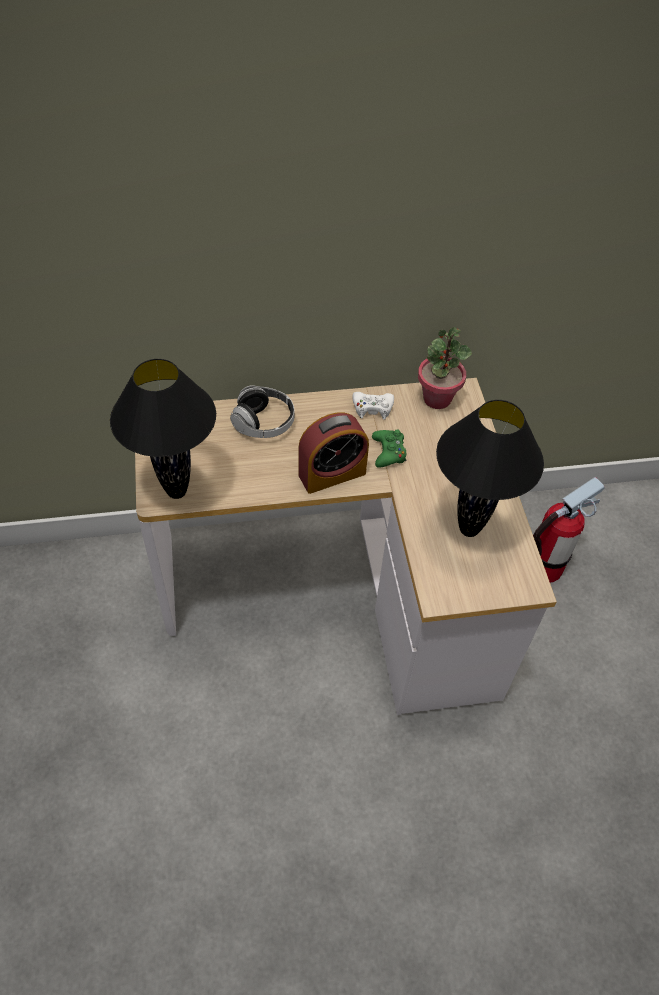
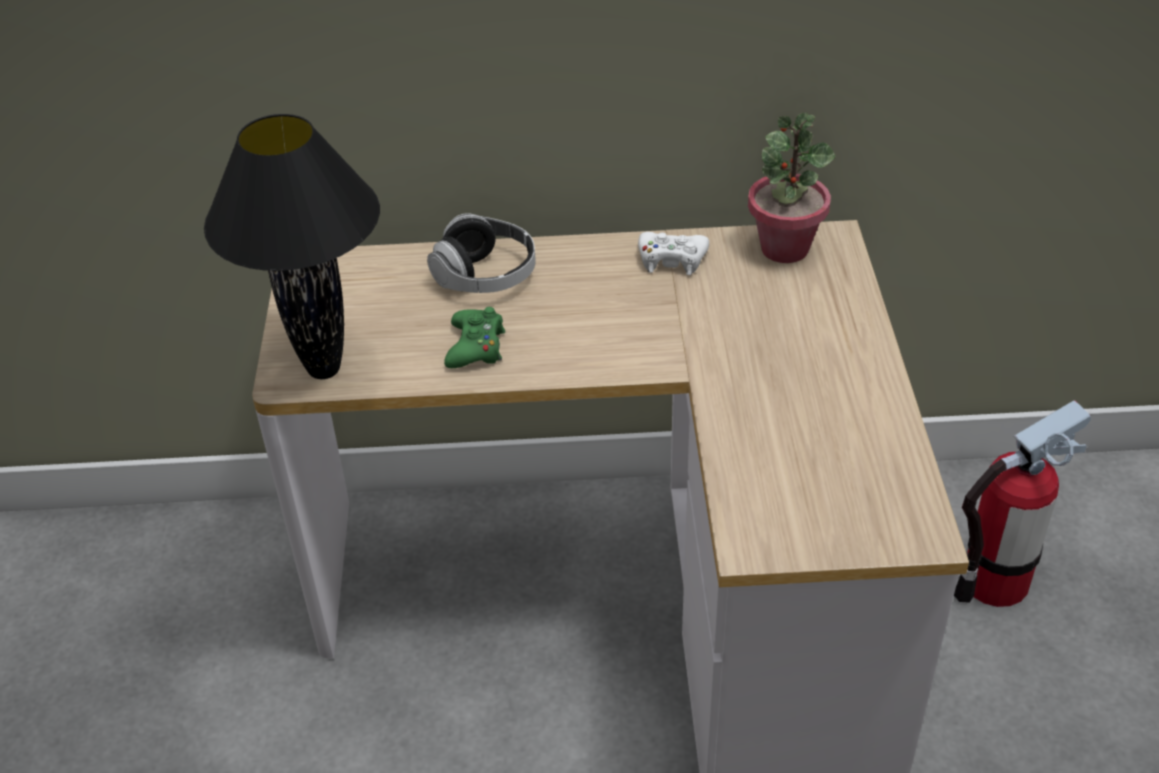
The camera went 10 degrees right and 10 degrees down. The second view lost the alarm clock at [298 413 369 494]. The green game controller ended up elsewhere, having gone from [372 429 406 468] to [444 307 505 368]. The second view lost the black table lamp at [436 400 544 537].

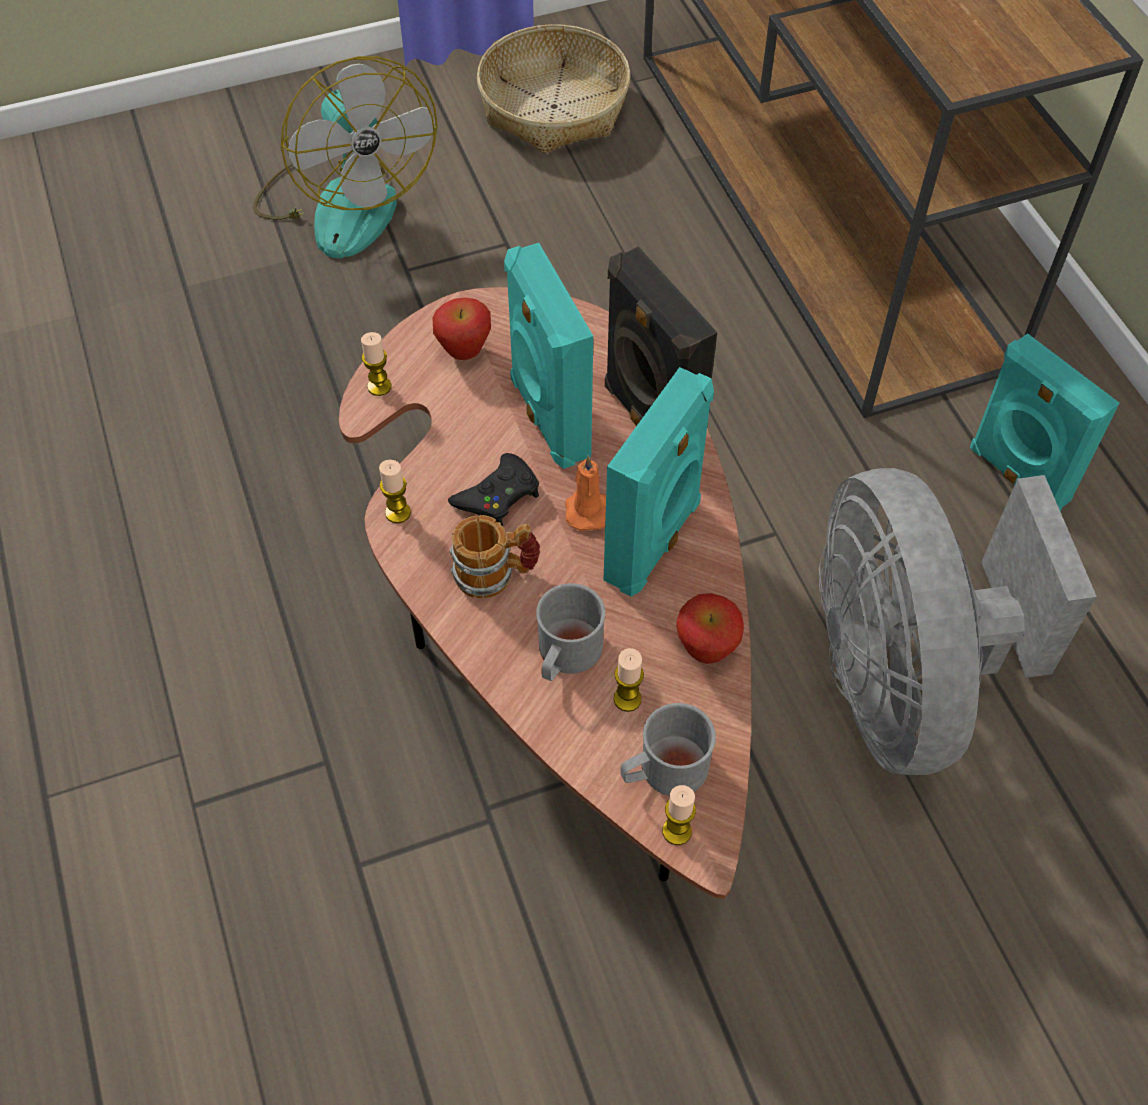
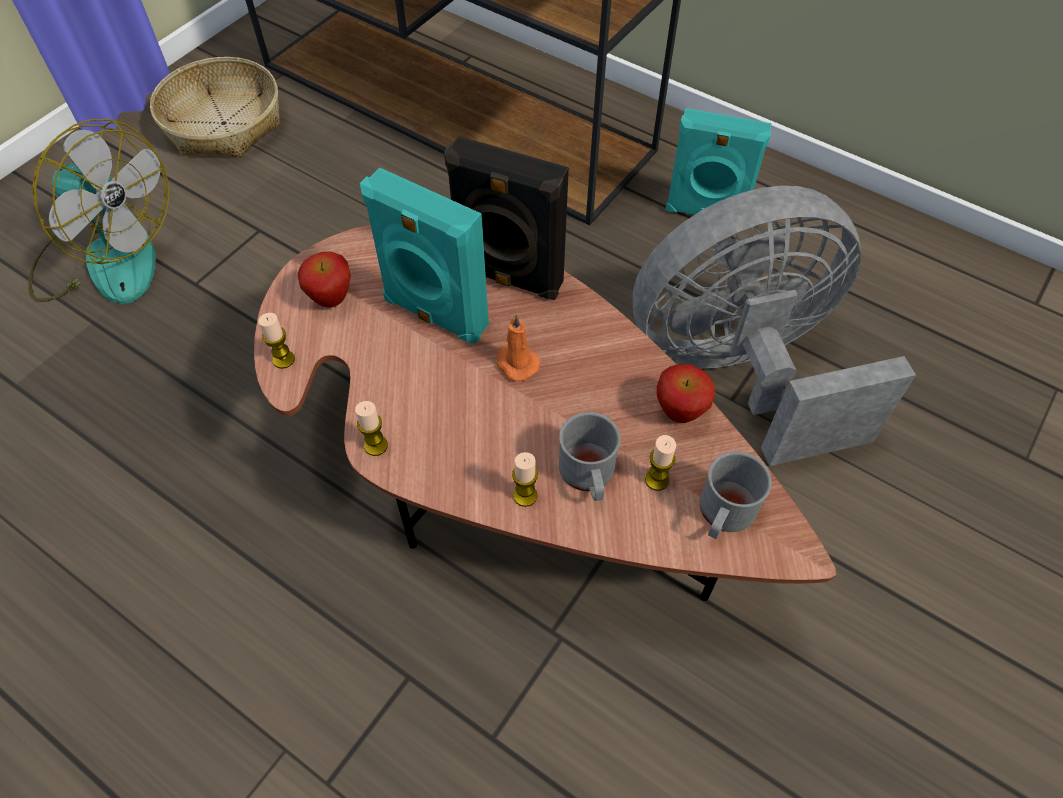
The camera went 35 degrees left and 0 degrees up. The second view lost the black game controller at [448 453 539 526]. The second view lost the mug at [450 515 540 599]. The second view lost the turquoise speaker at [603 367 714 597]. The candle ended up elsewhere, having gone from [663 785 696 845] to [512 452 538 507]. The grey fan at [819 468 1097 775] ended up facing another way, 120 degrees clockwise from before.

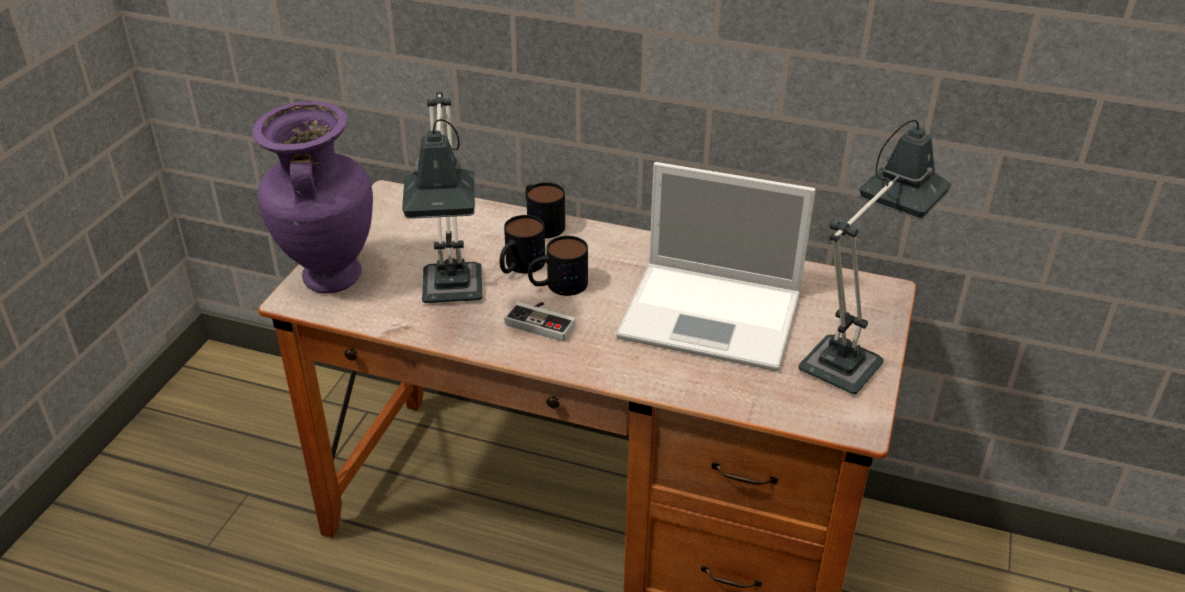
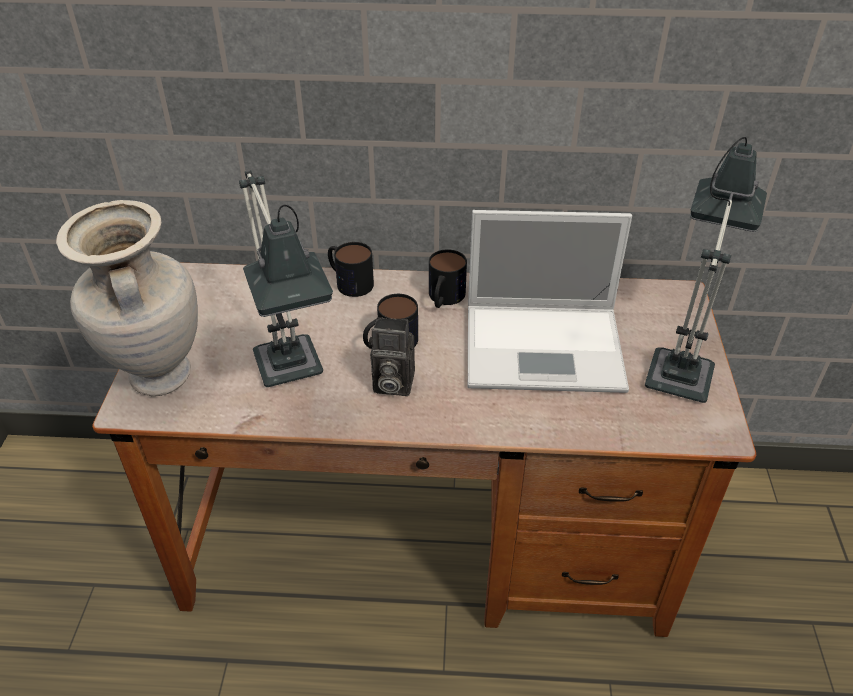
The camera went 15 degrees left and 5 degrees up. What was the purple vase at [252 101 373 294] turned into the beige vase at [56 200 198 396]. The mug ended up elsewhere, having gone from [500 215 545 274] to [429 249 467 308]. Where the game controller stood at [504 302 576 342], the photo camera came to stand at [369 317 415 396].

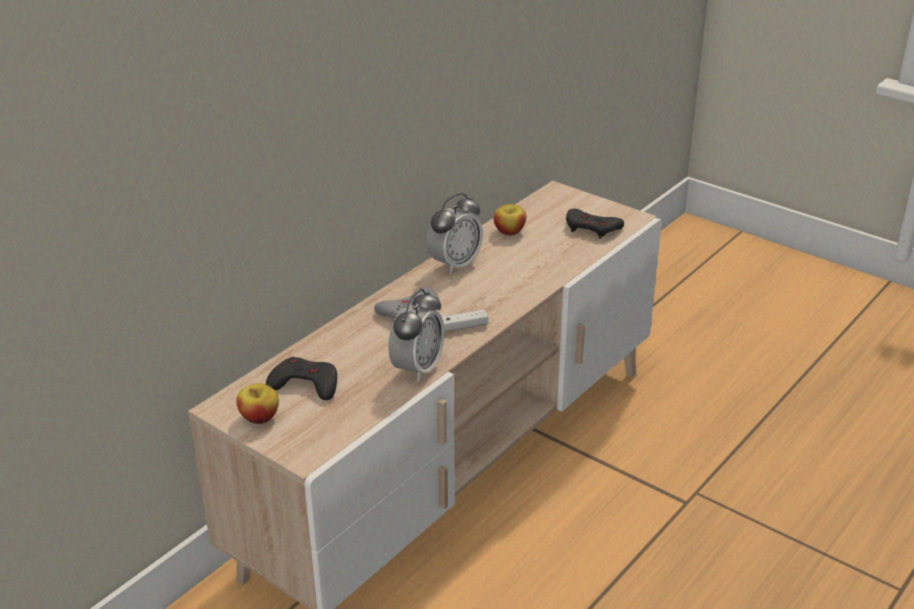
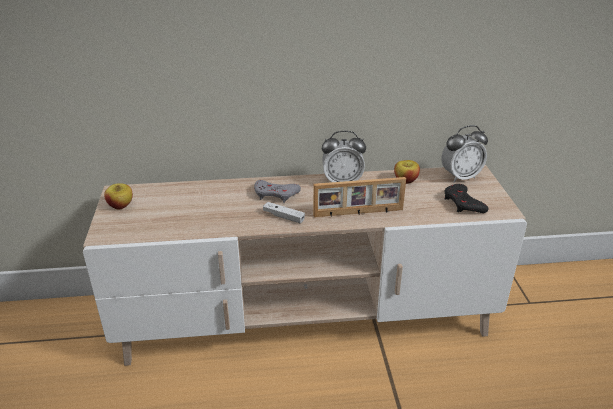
The camera went 45 degrees right and 0 degrees up. The second view lost the black game controller at [266 357 337 400]. The alarm clock ended up elsewhere, having gone from [388 289 444 382] to [441 125 488 182]. The second view gained the picture frame at [313 177 406 217].

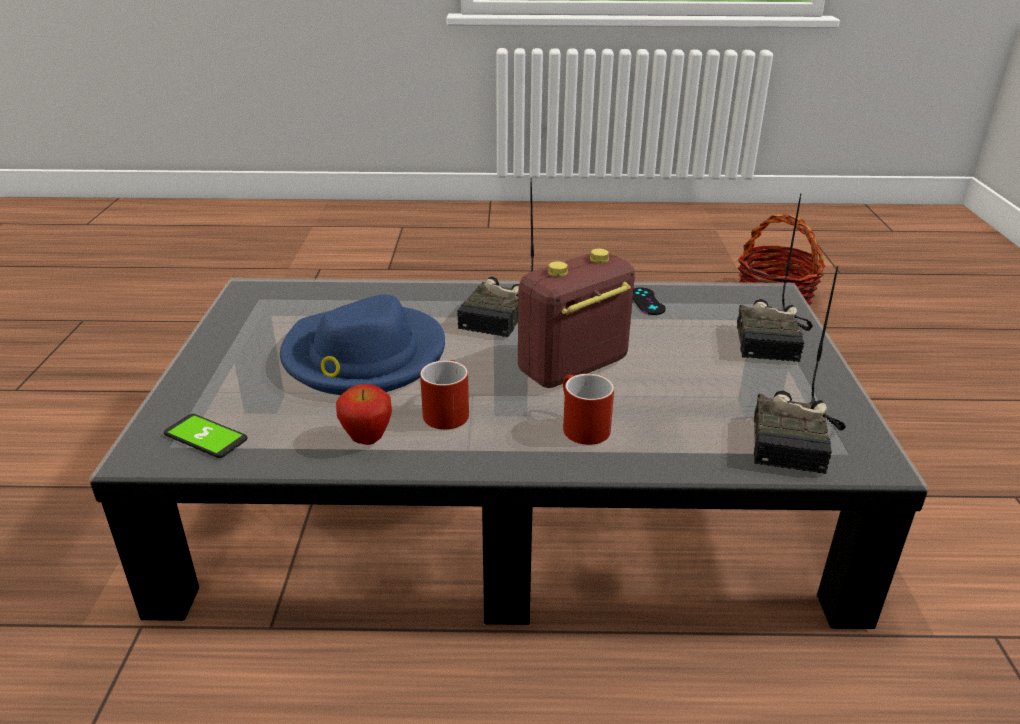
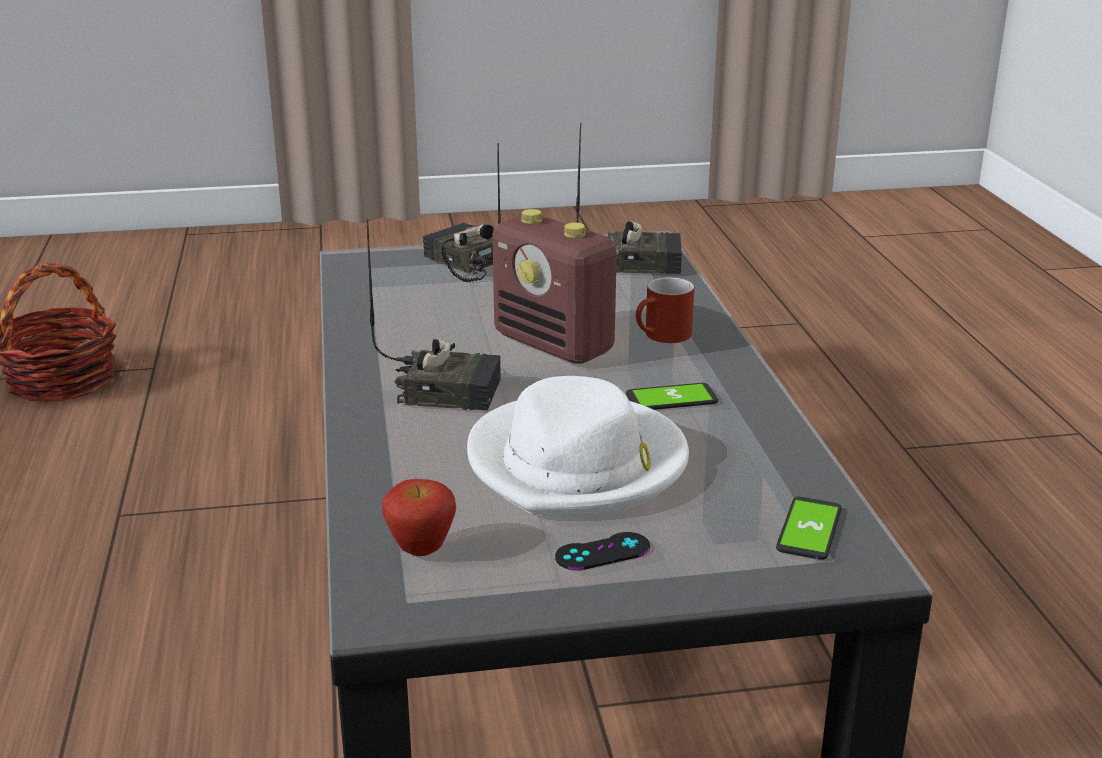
The camera went 100 degrees left and 5 degrees down. What was the blue hat at [280 294 445 395] turned into the white hat at [467 376 689 516]. The apple ended up elsewhere, having gone from [336 384 392 445] to [382 479 456 556]. Where the red mug stood at [420 360 469 430], the phone came to stand at [626 383 718 410]. The black game controller ended up elsewhere, having gone from [633 287 666 315] to [555 532 650 570]. The radio at [737 194 813 362] ended up facing another way, 135 degrees counterclockwise from before.

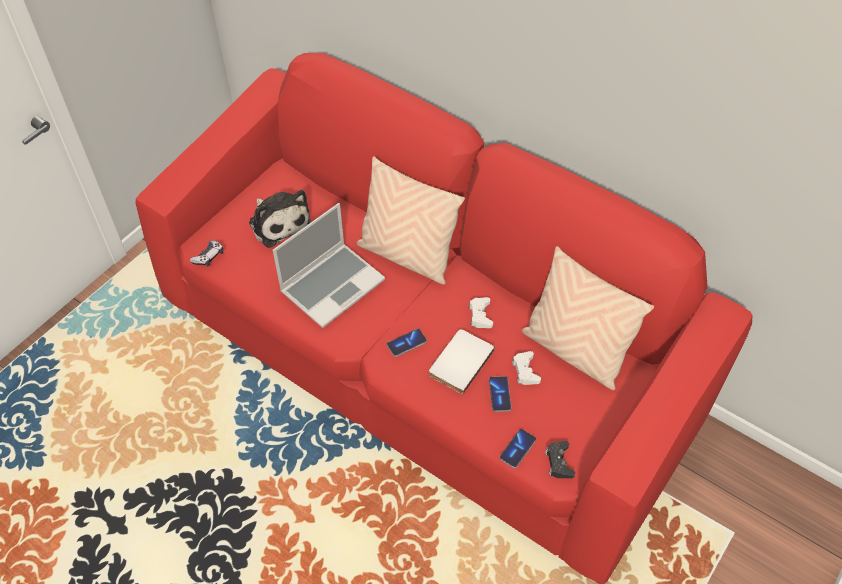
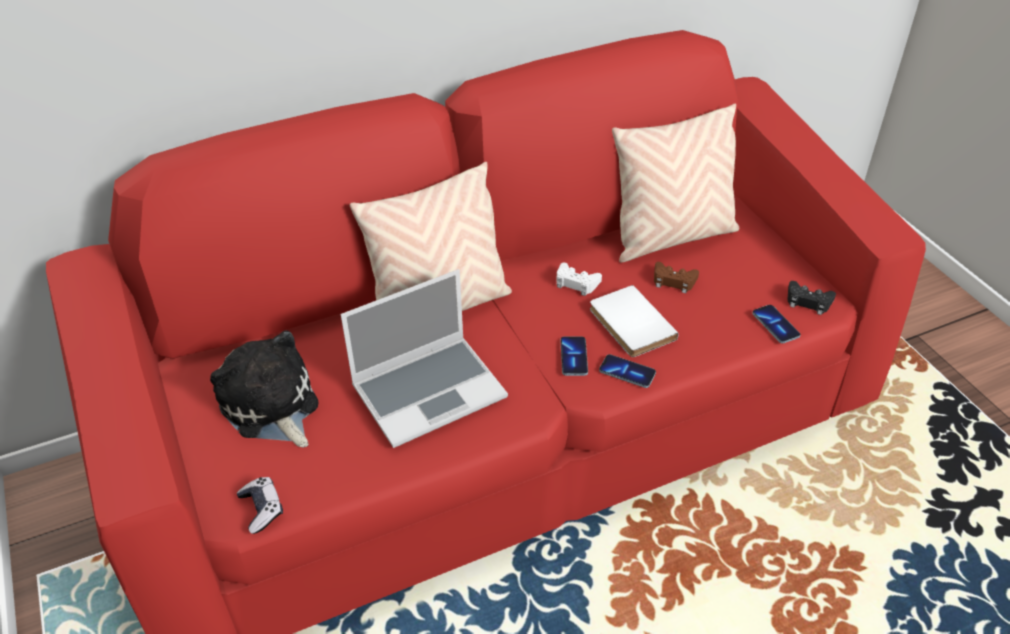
The camera went 60 degrees left and 10 degrees down. The plush toy at [249 190 311 248] ended up facing another way, 120 degrees counterclockwise from before. The laptop at [273 203 385 328] ended up facing another way, 75 degrees clockwise from before. The phone ended up elsewhere, having gone from [489 376 512 412] to [599 354 656 388]. What was the white game controller at [512 351 541 385] turned into the brown game controller at [654 262 699 293].

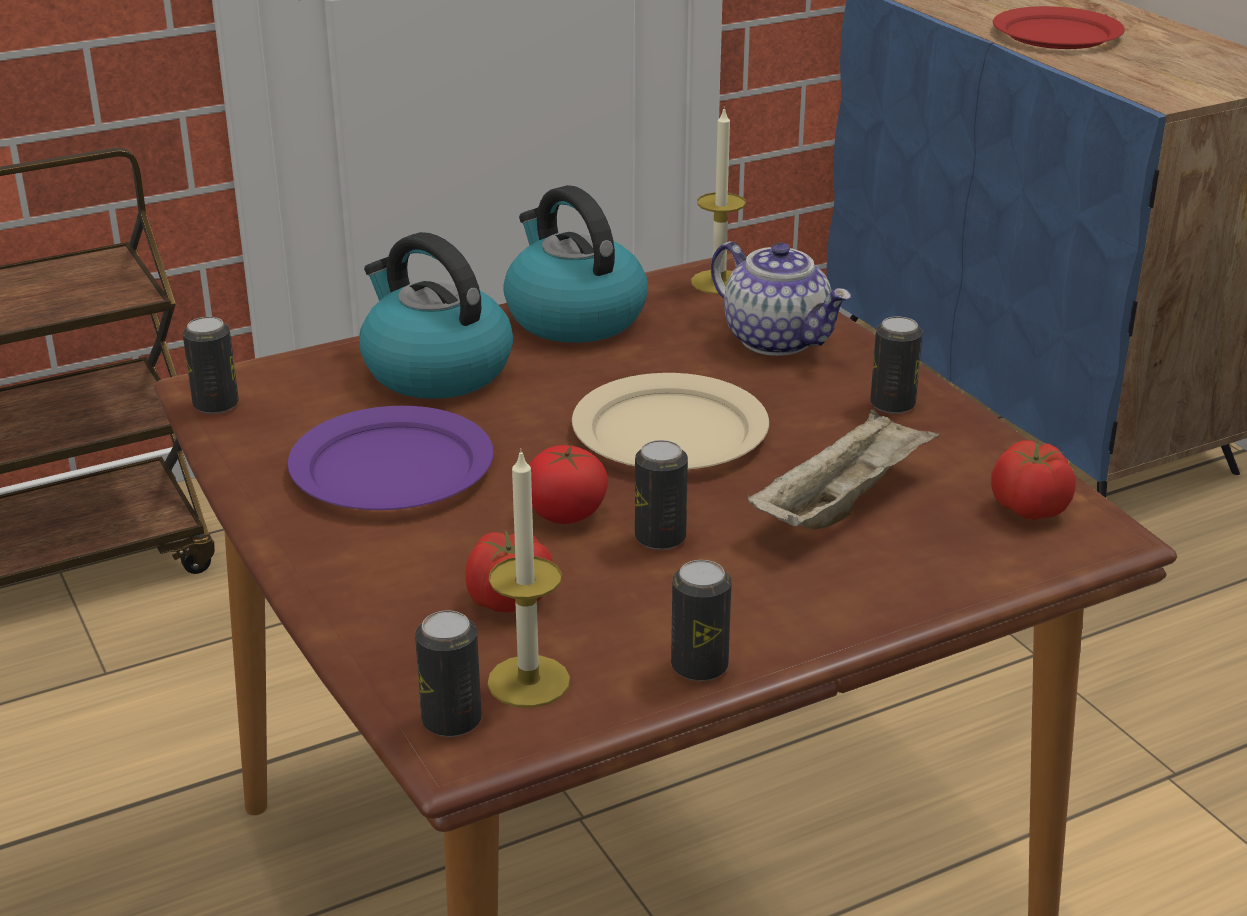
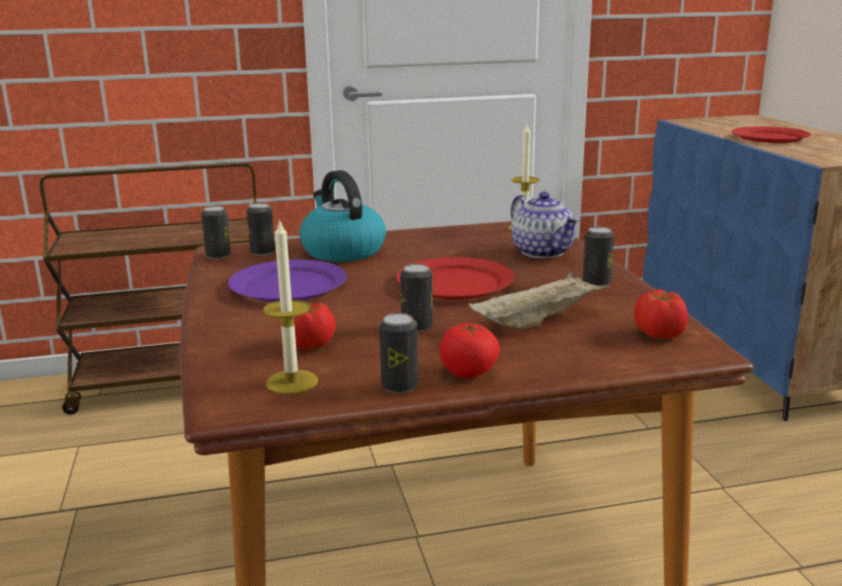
The camera went 15 degrees right and 10 degrees down. The can ended up elsewhere, having gone from [415 610 482 737] to [247 203 275 256]. The second view lost the kettle at [503 185 648 343]. The tomato ended up elsewhere, having gone from [529 445 608 524] to [440 323 500 378]. What was the beige plate at [572 373 769 469] turned into the red plate at [396 257 514 300].

